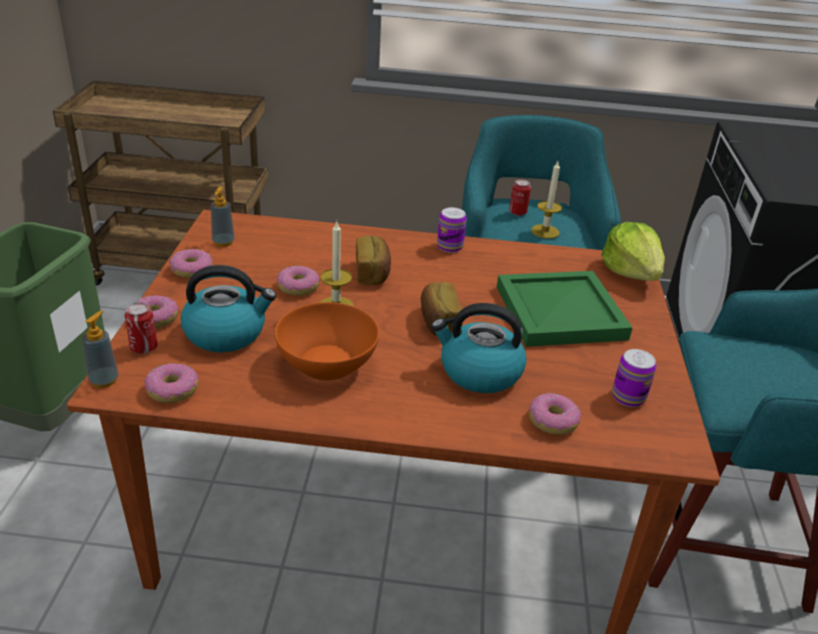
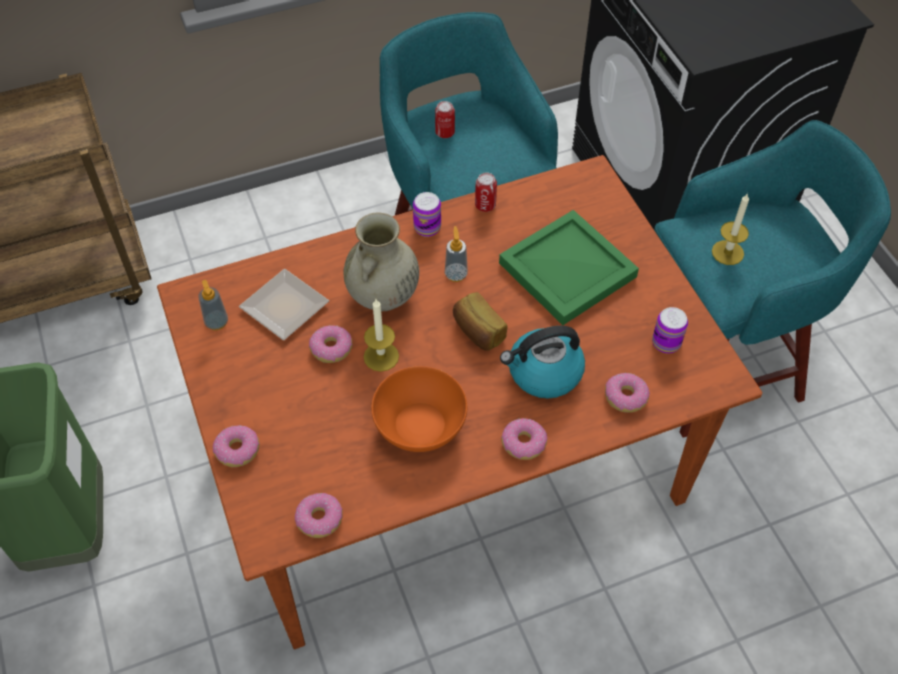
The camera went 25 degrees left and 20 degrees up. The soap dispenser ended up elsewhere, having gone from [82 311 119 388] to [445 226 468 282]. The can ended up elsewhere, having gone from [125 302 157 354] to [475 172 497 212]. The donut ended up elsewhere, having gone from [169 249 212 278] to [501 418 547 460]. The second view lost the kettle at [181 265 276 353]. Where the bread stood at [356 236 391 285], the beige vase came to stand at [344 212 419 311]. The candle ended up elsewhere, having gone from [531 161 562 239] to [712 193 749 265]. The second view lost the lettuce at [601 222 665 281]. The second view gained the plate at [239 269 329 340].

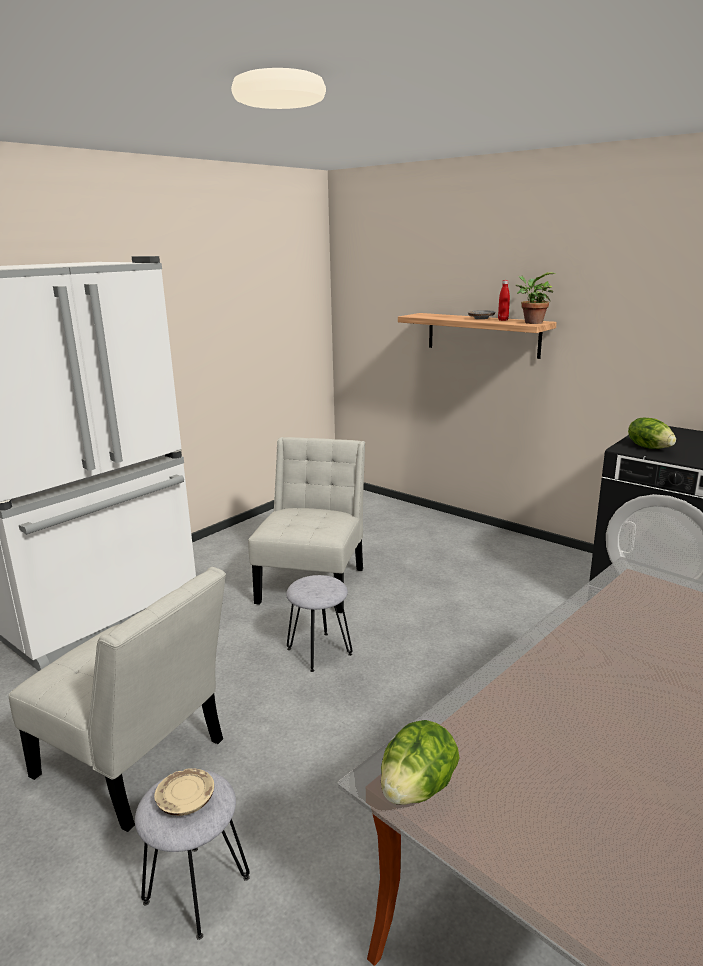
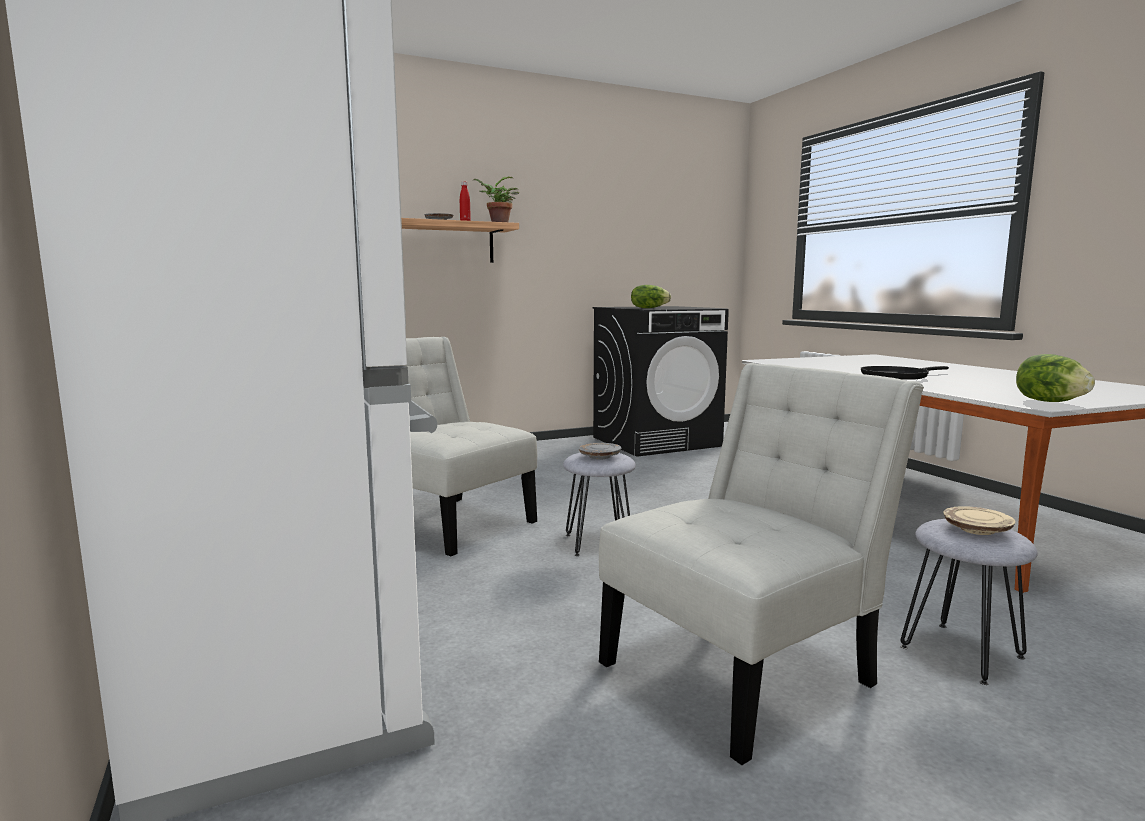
The camera went 65 degrees left and 10 degrees down. The second view gained the grey plate at [579 443 621 460]. The second view gained the black frying pan at [861 366 949 380].

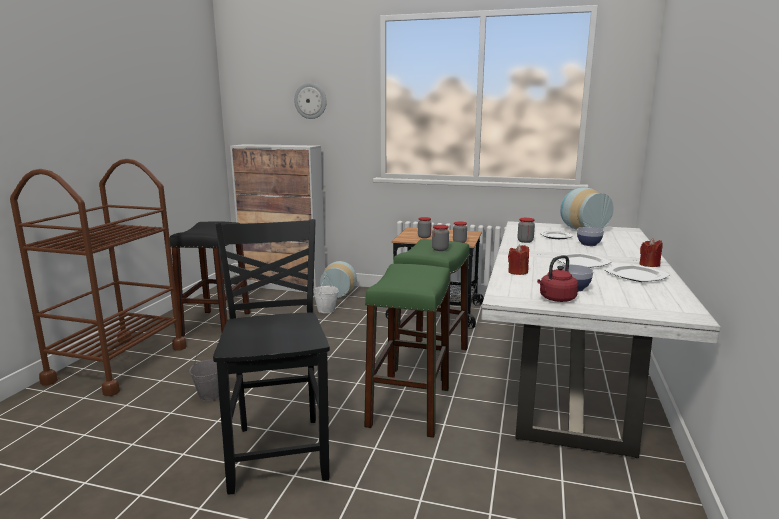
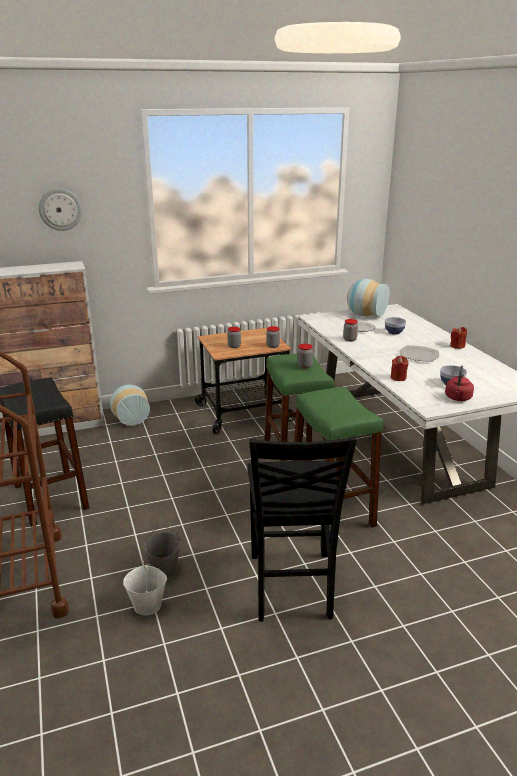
The camera went 35 degrees left and 10 degrees up. The black chair at [213 219 330 495] ended up facing another way, 135 degrees counterclockwise from before. The white bucket ended up elsewhere, having gone from [313 275 339 313] to [123 559 167 615]. The second view lost the plate at [605 264 670 282].

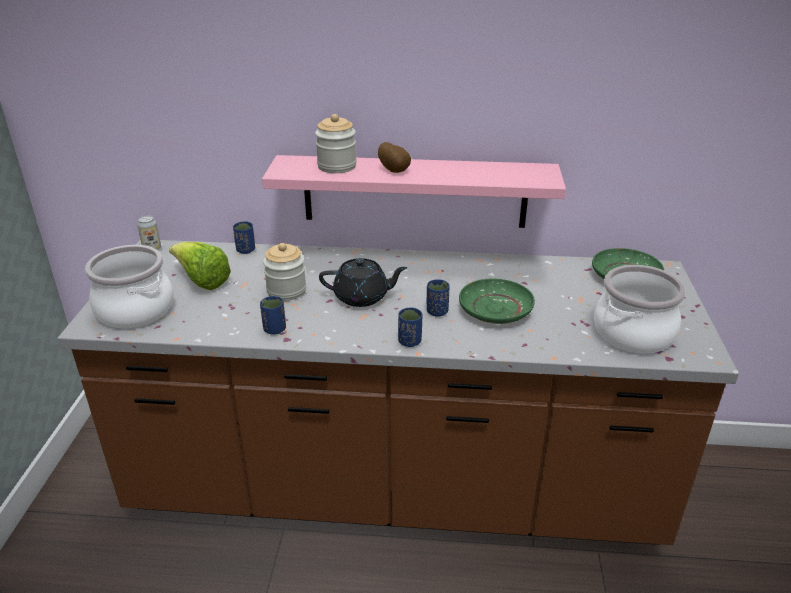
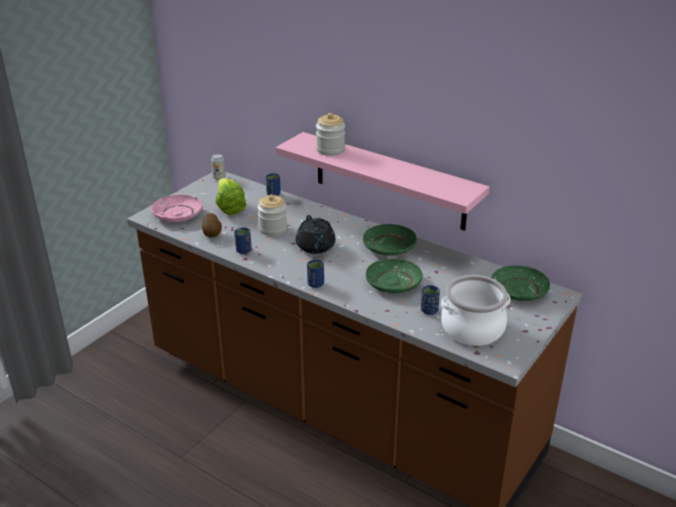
The camera went 30 degrees right and 0 degrees up. Where the cooking pot stood at [85 245 173 328], the pink plate came to stand at [151 195 202 222]. The black teapot at [319 258 407 307] ended up facing another way, 45 degrees clockwise from before. The potato ended up elsewhere, having gone from [378 142 411 173] to [202 213 222 237]. The blue cup ended up elsewhere, having gone from [427 279 450 316] to [421 285 440 315]. The second view gained the green plate at [363 224 417 256].

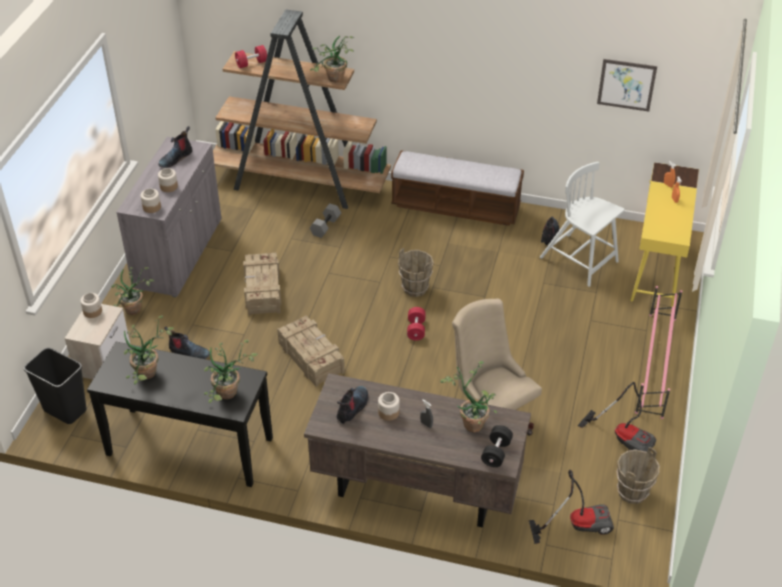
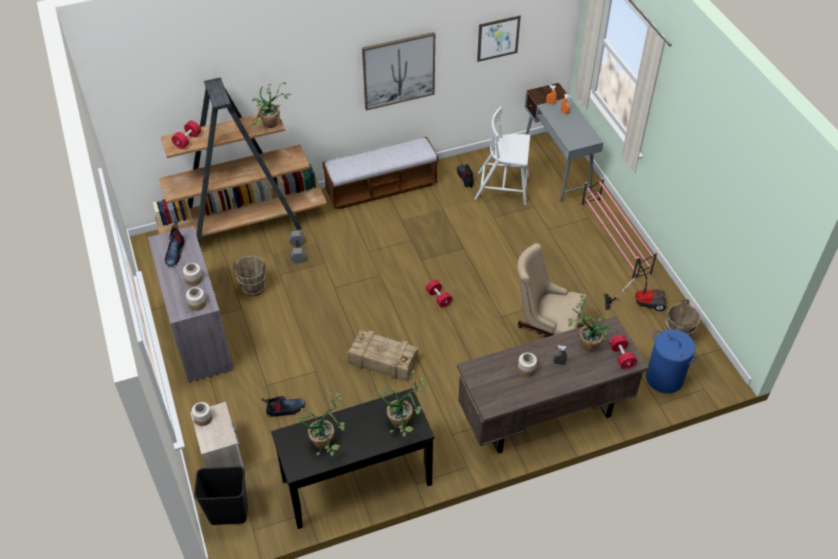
The camera went 35 degrees left and 5 degrees up. The second view lost the potted plant at [111 267 155 315]. The second view lost the crate at [243 253 282 316]. The second view lost the boot at [337 386 368 424]. The brown bucket ended up elsewhere, having gone from [398 248 434 297] to [233 256 266 297]. What was the black dumbbell at [481 425 513 467] turned into the red dumbbell at [609 335 637 369]. Where the vacuum cleaner stood at [529 470 614 544], the blue laundry basket came to stand at [646 329 696 393]. What was the yellow desk at [630 162 699 307] turned into the grey desk at [525 83 603 202]. The second view gained the picture at [362 32 435 110].

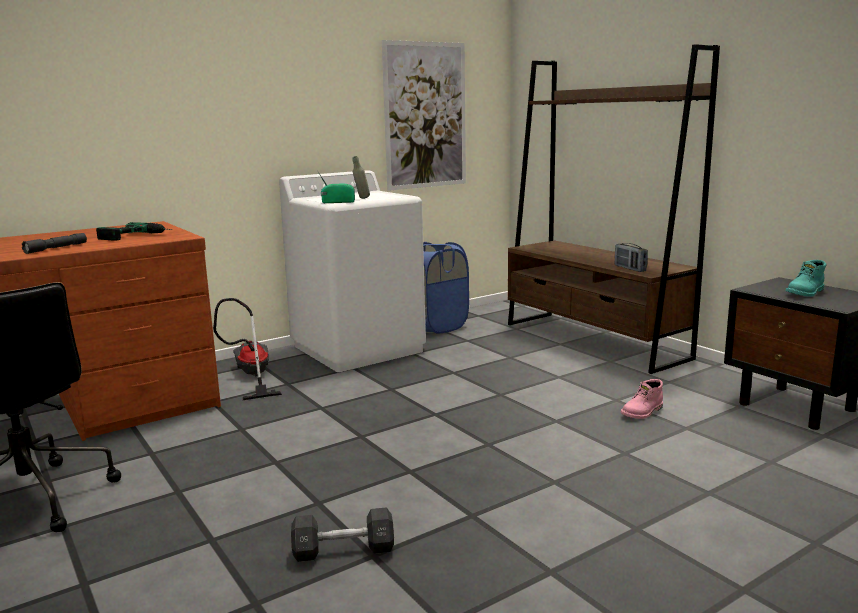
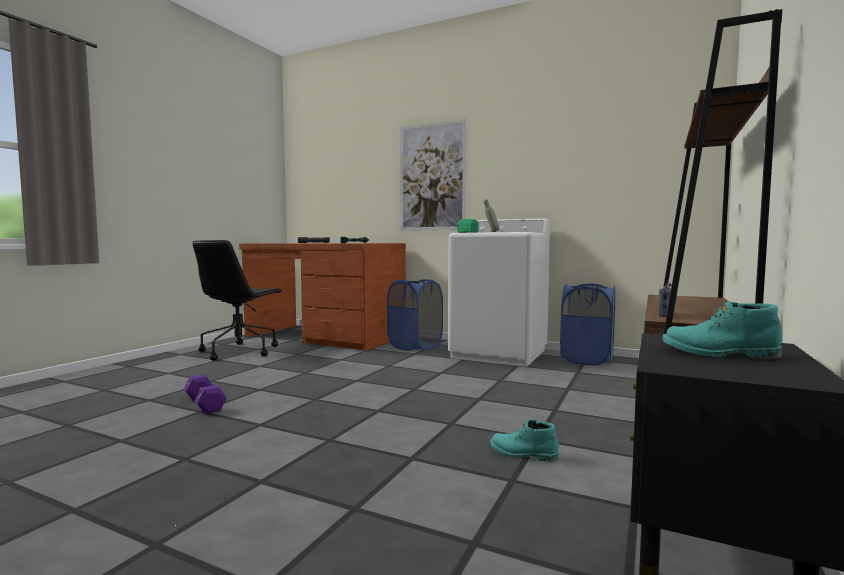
The camera went 60 degrees right and 10 degrees down. Where the vacuum cleaner stood at [213 298 282 400], the blue laundry basket came to stand at [387 279 443 351]. What was the black dumbbell at [291 507 394 562] turned into the purple dumbbell at [184 375 227 414]. The picture ended up elsewhere, having gone from [382 40 466 191] to [400 119 467 231]. What was the pink boot at [621 379 663 419] turned into the turquoise boot at [490 420 559 462].

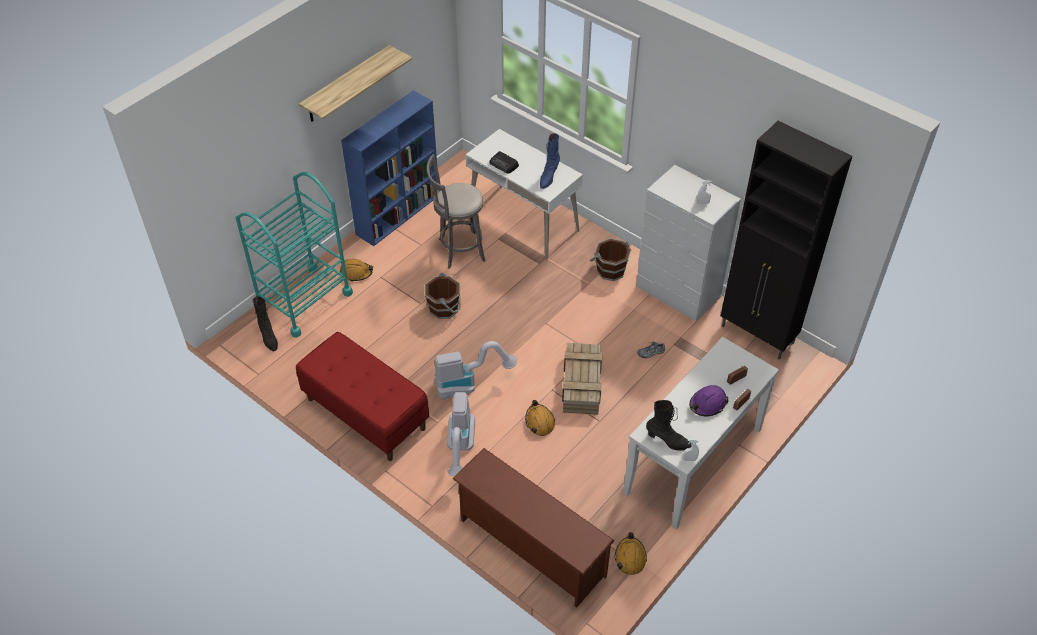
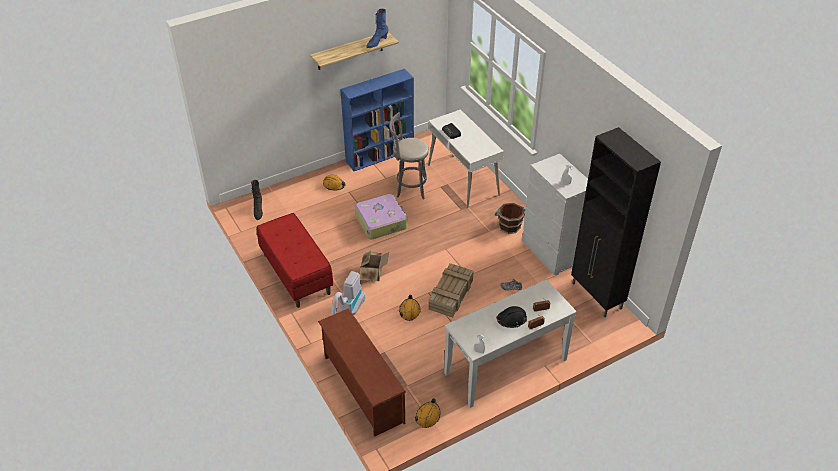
The camera went 20 degrees right and 5 degrees down. The second view lost the turquoise cart at [236 172 353 338]. Where the brown bucket stood at [425 272 461 319], the suitcase came to stand at [355 194 407 240]. Where the vacuum cleaner stood at [435 341 517 400], the cardboard box came to stand at [360 251 389 281]. The blue boot ended up elsewhere, having gone from [540 133 560 189] to [366 9 389 48]. The second view lost the black boot at [646 400 692 451]. What was the purple hard hat at [689 385 728 416] turned into the black hard hat at [496 306 527 328].

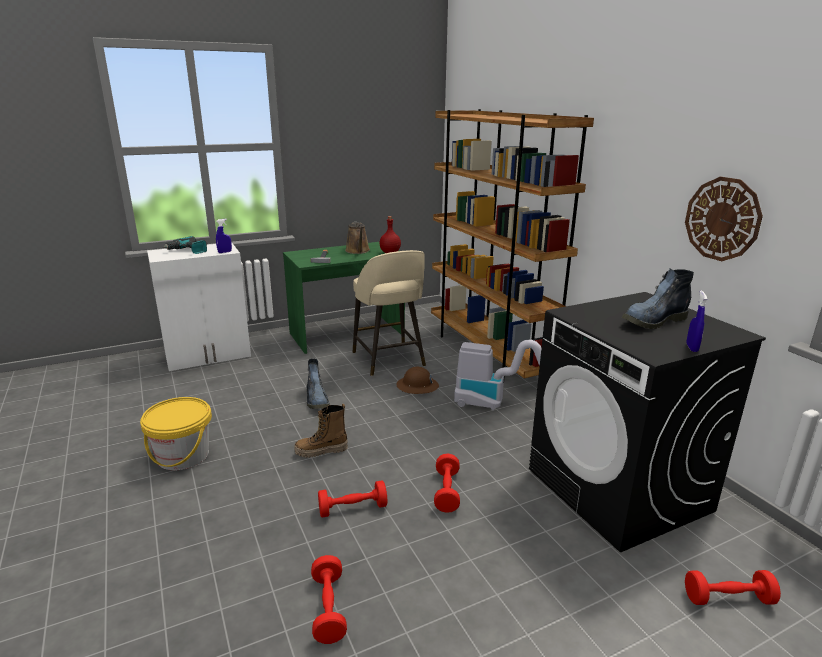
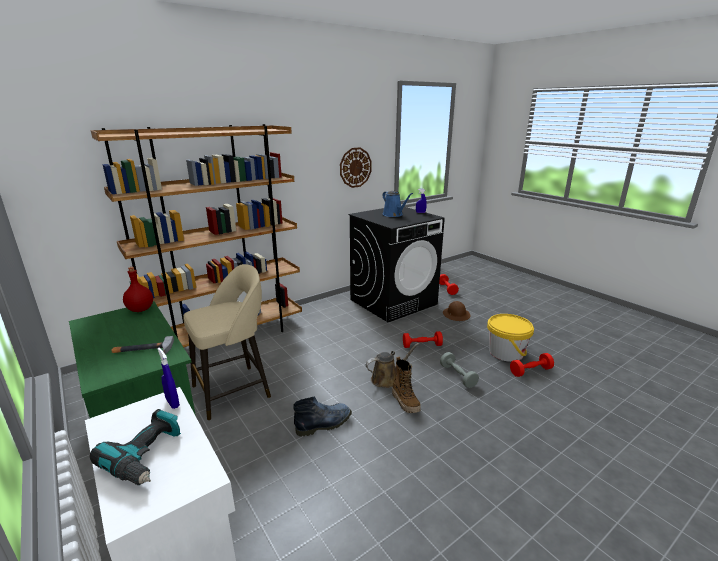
The camera went 100 degrees left and 0 degrees up. The yellow bucket ended up elsewhere, having gone from [140 397 212 470] to [487 314 534 362]. What was the red dumbbell at [318 481 387 517] turned into the grey dumbbell at [440 352 479 388]. The brown watering can ended up elsewhere, having gone from [345 222 370 254] to [366 343 419 388]. The brown hard hat ended up elsewhere, having gone from [396 367 439 394] to [443 301 470 321]. The second view lost the vacuum cleaner at [454 340 541 410]. Where the boot stood at [622 269 694 329], the blue watering can came to stand at [382 191 413 217].

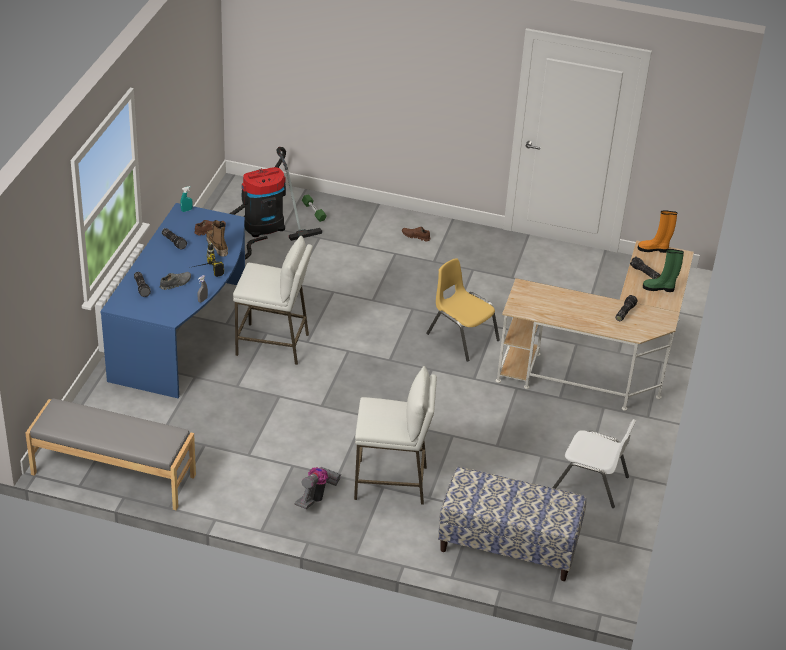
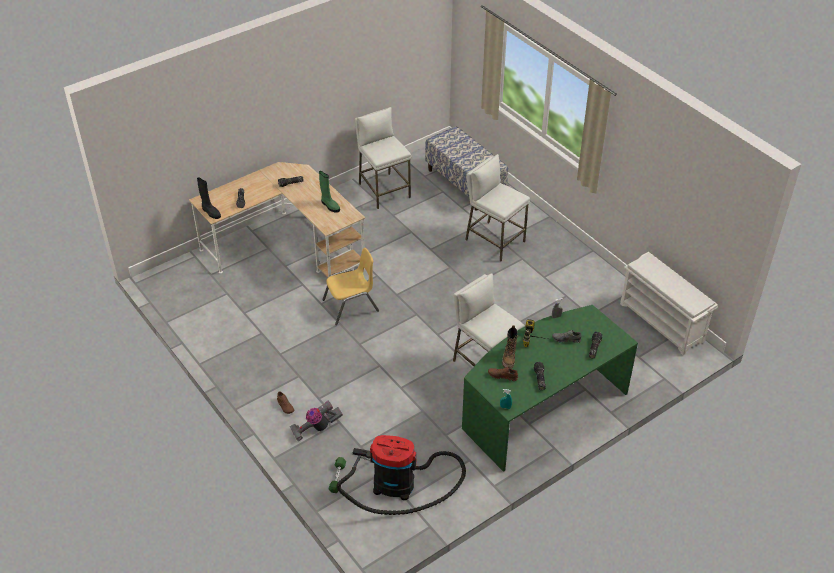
The camera went 140 degrees left and 5 degrees up. Where the grey bench stood at [25 398 196 510], the white shoe rack came to stand at [620 252 718 355]. What was the blue desk at [100 203 245 398] turned into the green desk at [462 305 638 472]. The vacuum cleaner ended up elsewhere, having gone from [295 467 341 509] to [290 401 343 441]. The yellow chair at [426 258 500 362] ended up facing another way, 105 degrees counterclockwise from before. Where the white chair stood at [553 419 636 508], the white stool came to stand at [355 107 411 209]. What was the orange boot at [638 210 677 253] turned into the black boot at [197 177 221 219]. The green boot ended up elsewhere, having gone from [643 249 684 292] to [319 171 340 213].

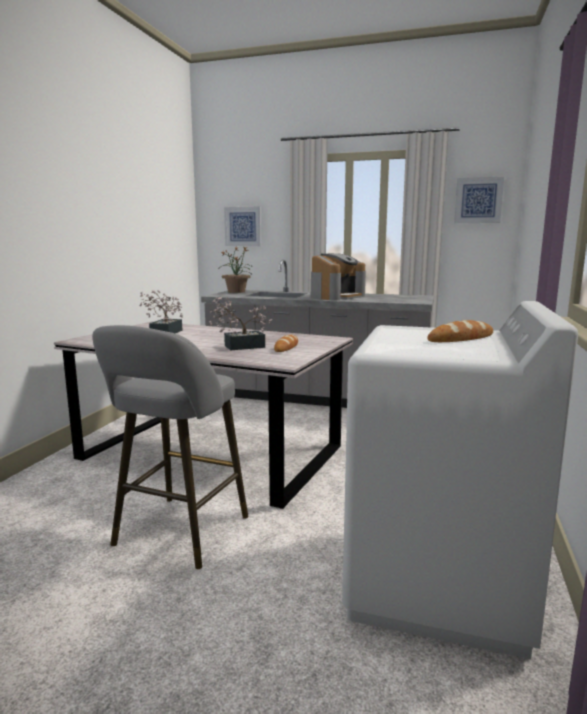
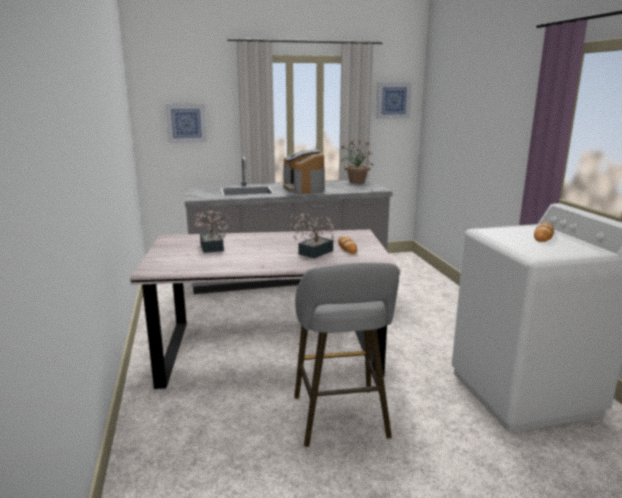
The camera went 30 degrees left and 5 degrees up. The potted plant ended up elsewhere, having gone from [219 246 251 293] to [341 140 373 183]. The coffee machine at [311 253 366 300] ended up facing another way, 150 degrees clockwise from before.

